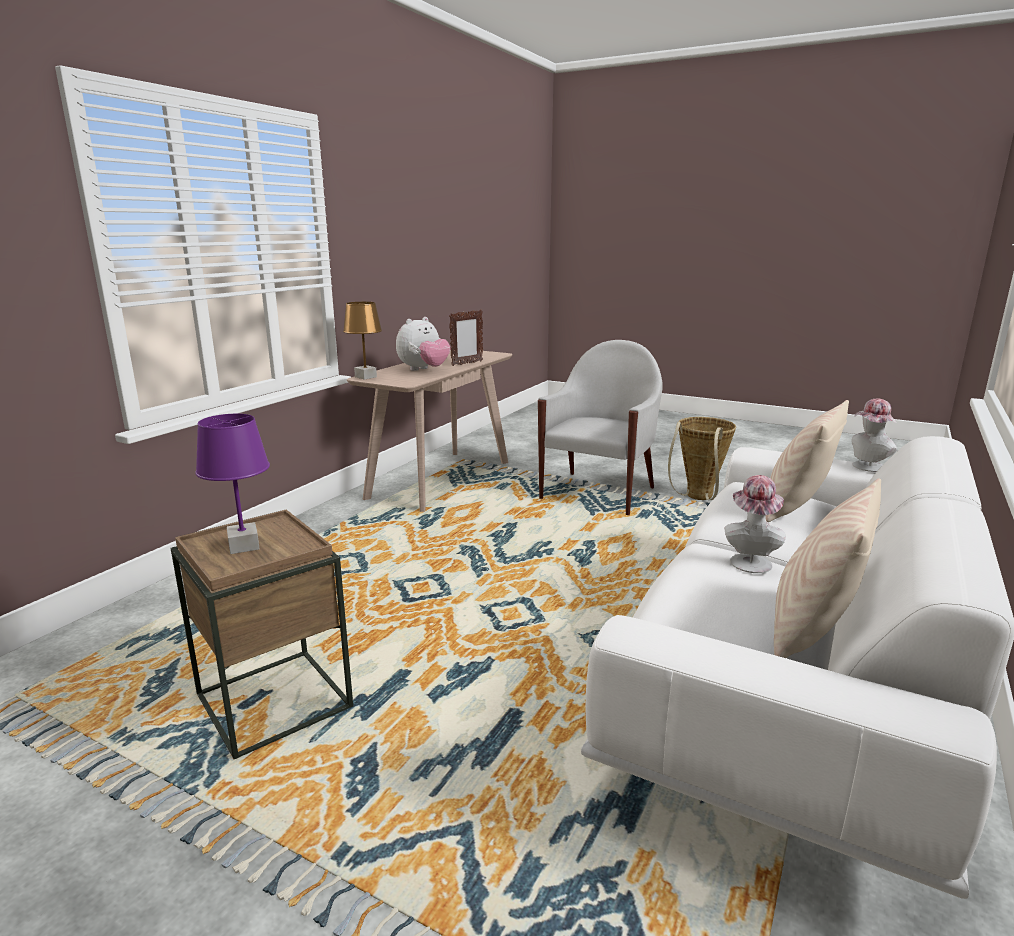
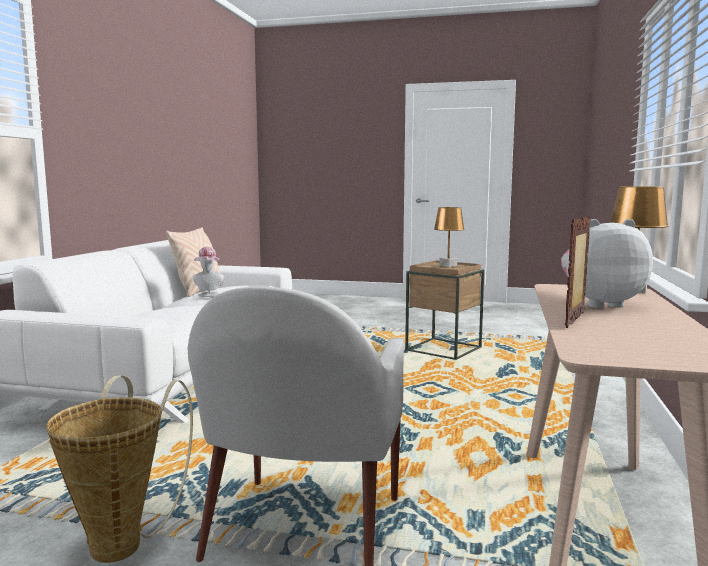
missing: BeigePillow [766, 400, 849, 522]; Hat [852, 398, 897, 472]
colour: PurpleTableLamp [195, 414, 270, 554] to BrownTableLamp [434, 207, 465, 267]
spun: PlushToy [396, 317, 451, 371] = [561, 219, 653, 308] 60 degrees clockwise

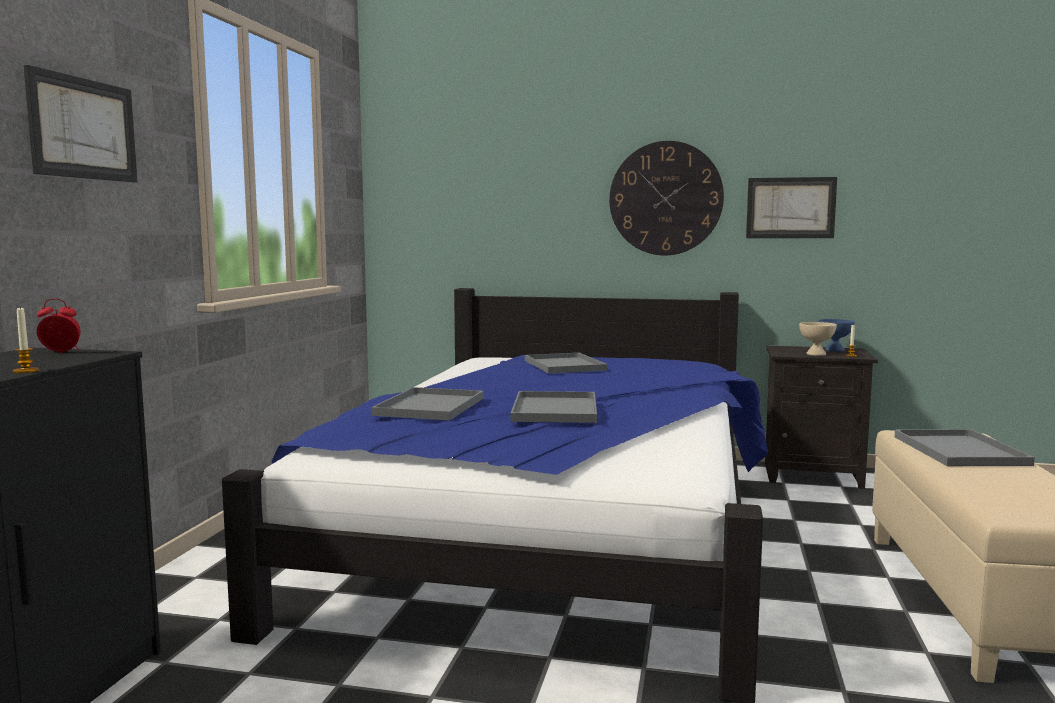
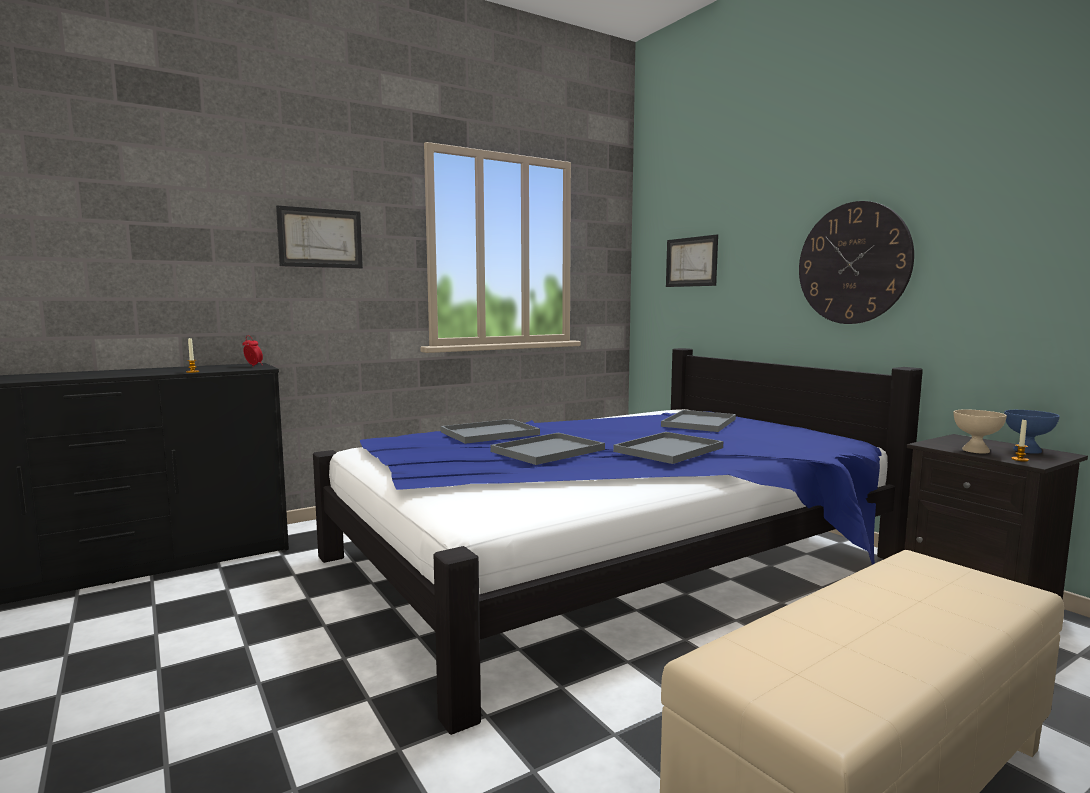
relocated: Picture [746, 177, 837, 238] to [666, 235, 718, 287]; GreyTray [895, 429, 1035, 466] to [613, 432, 723, 464]

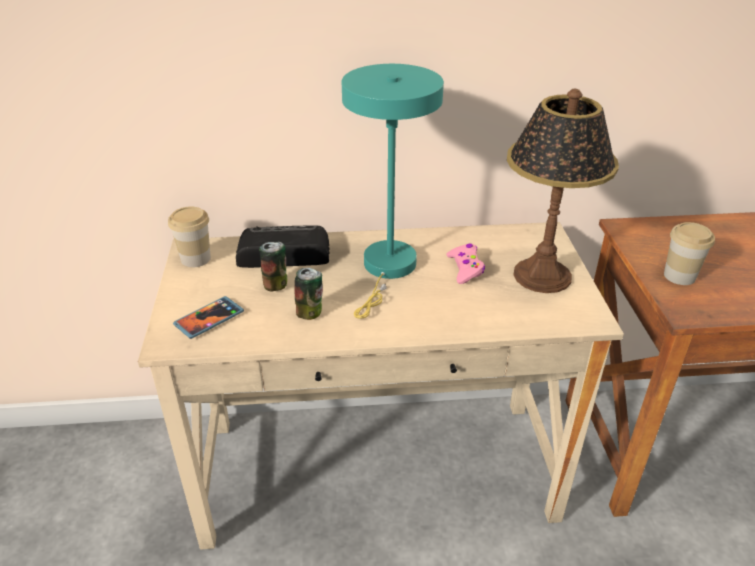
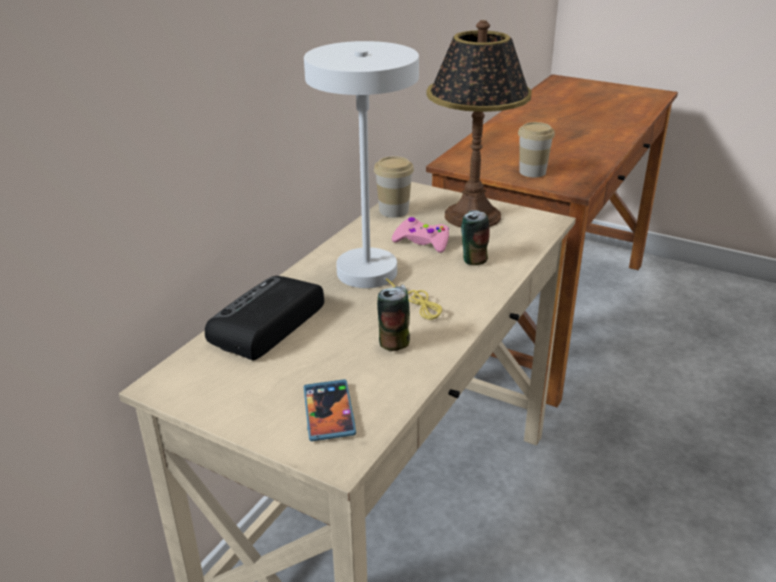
relocated: Cup [168, 206, 211, 267] to [374, 156, 414, 218]; Can [259, 242, 287, 291] to [461, 210, 490, 265]
colour: TurquoiseTableLamp [342, 64, 444, 319] to WhiteTableLamp [304, 41, 442, 320]

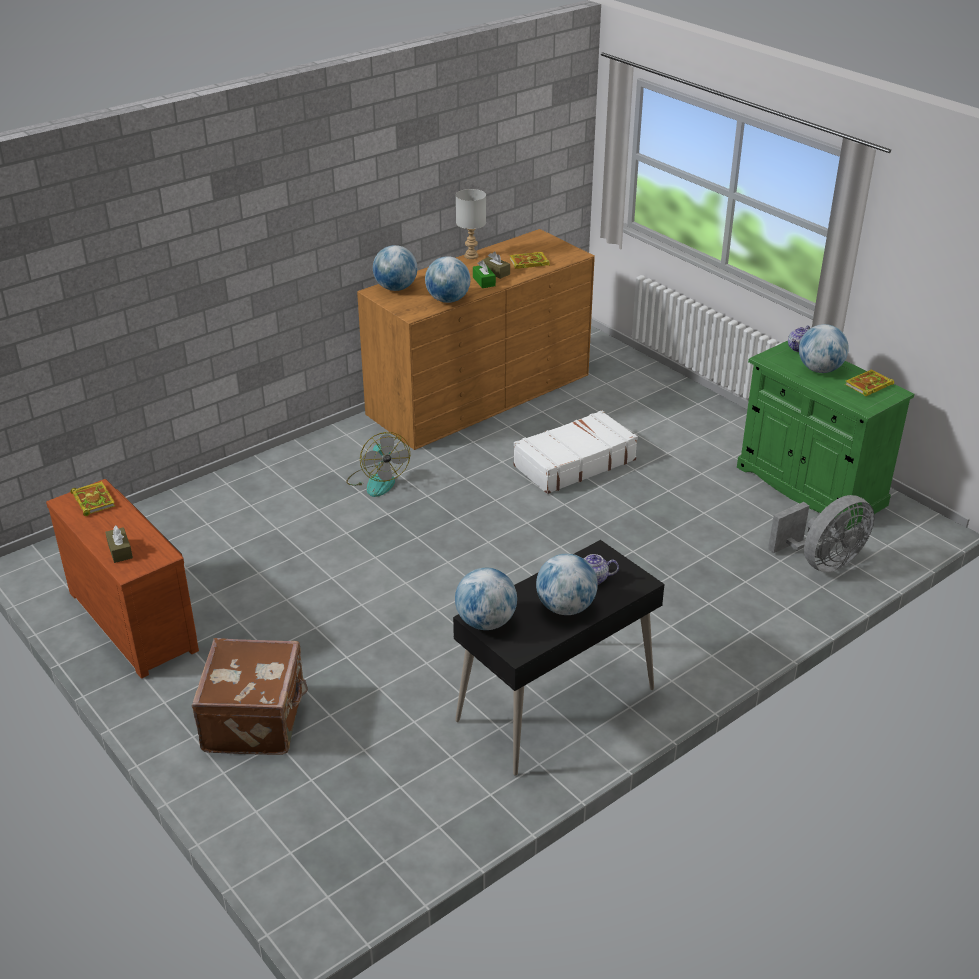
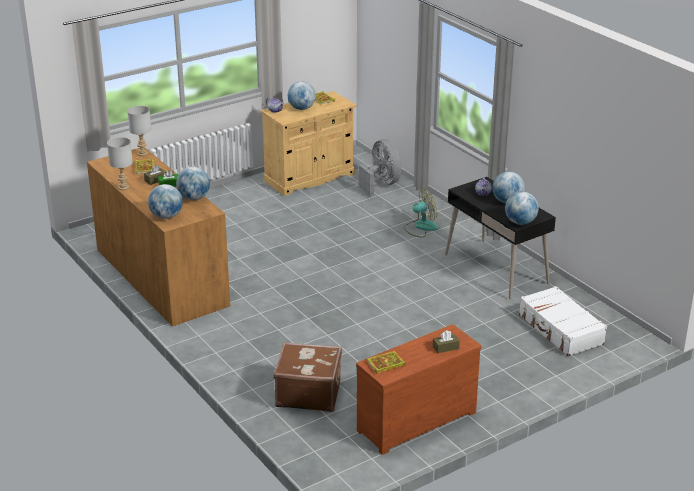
appeared: GreyTableLamp [127, 106, 152, 156]
relocated: BrownSuitcase [192, 638, 308, 755] to [274, 342, 342, 412]; Fan [346, 432, 410, 497] to [404, 189, 439, 237]; WhiteSuitcase [513, 410, 638, 494] to [519, 286, 607, 356]
colour: GreenCabinet [737, 341, 914, 530] to BeigeCabinet [260, 91, 356, 196]

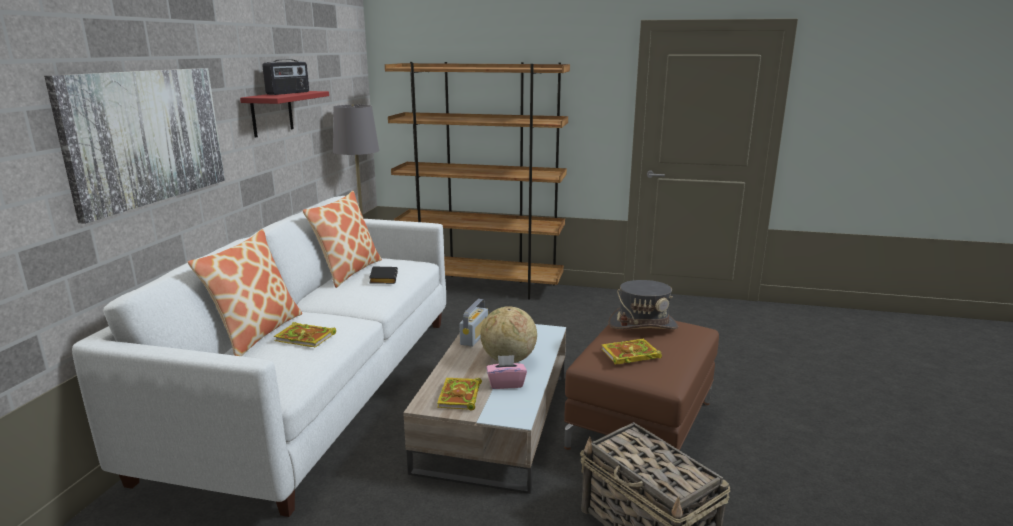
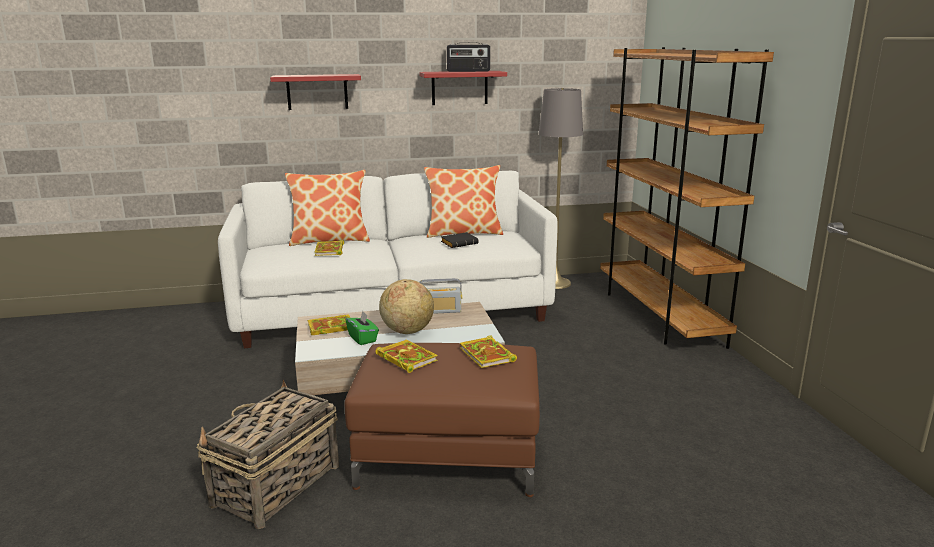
exchanged: Picture [44, 68, 225, 224] to RedShelf [270, 74, 361, 110]; GreyHat [608, 280, 679, 329] to Book [460, 335, 517, 368]
colour: PinkTissueBox [487, 355, 527, 389] to GreenTissueBox [346, 311, 379, 345]

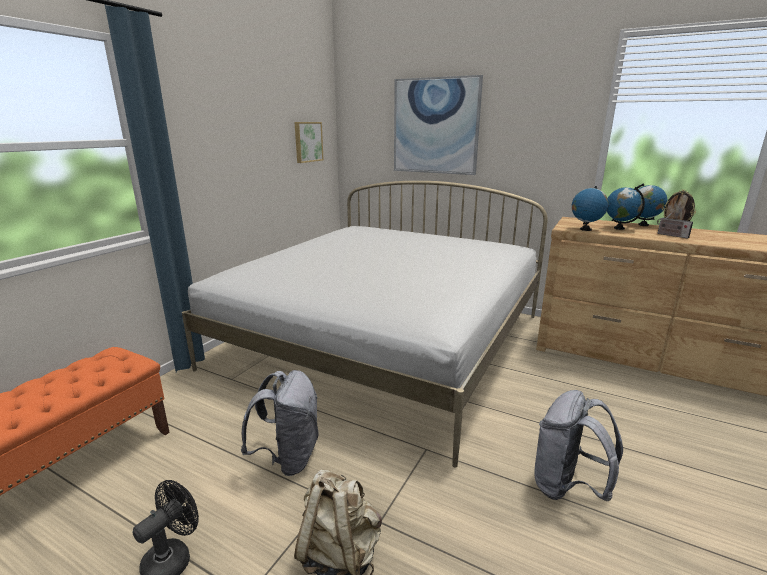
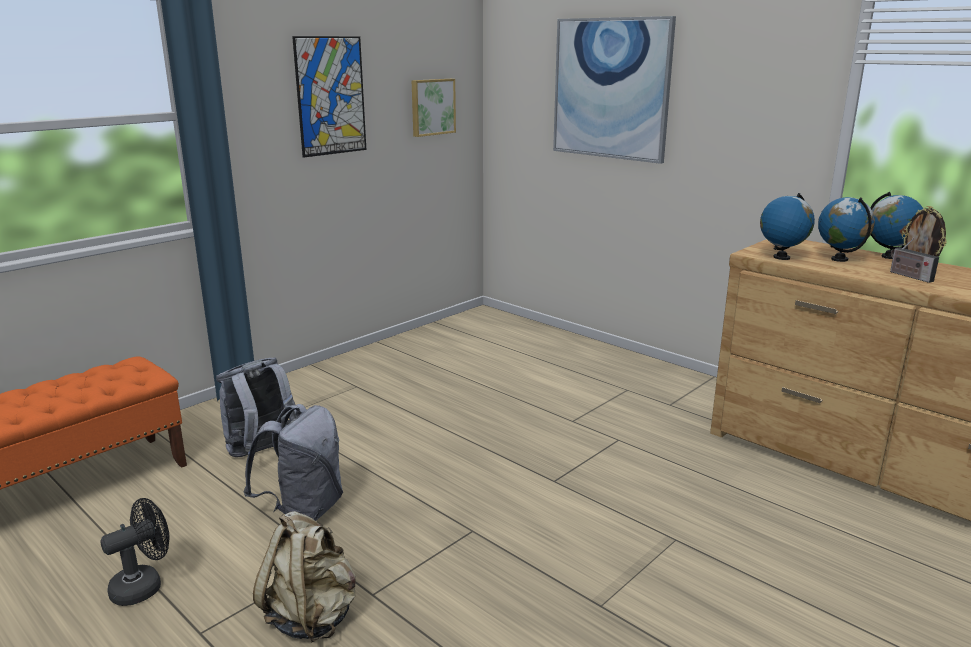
missing: WhiteBed [182, 181, 548, 467]
appeared: Picture [292, 36, 366, 157]
relocated: GreyBackpack [534, 390, 623, 501] to [216, 357, 296, 457]

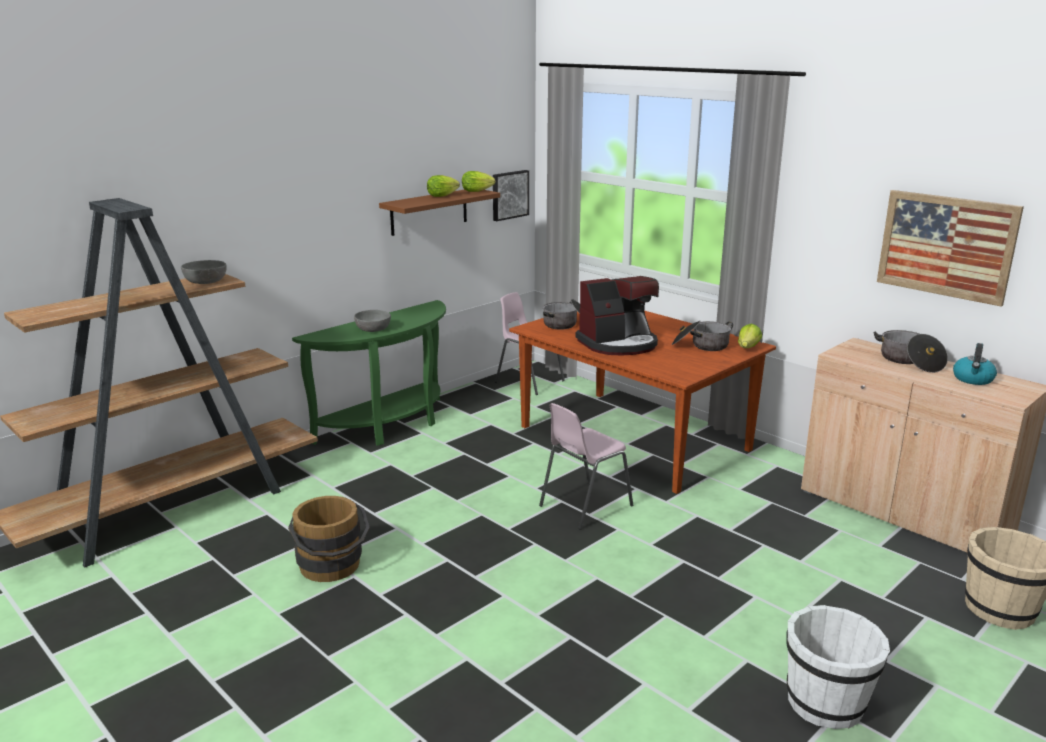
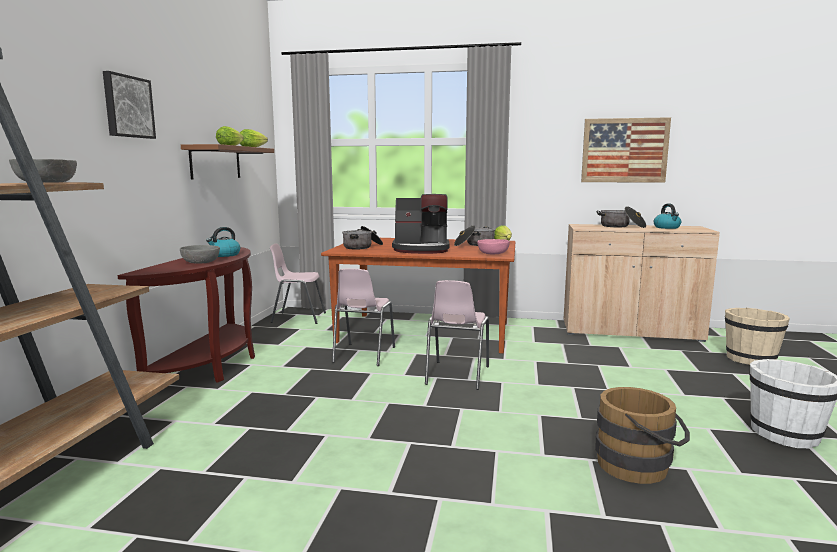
appeared: Kettle [206, 227, 240, 257]; PinkChair [332, 268, 395, 366]; PinkBowl [477, 239, 510, 254]
relocated: BrownBucket [288, 496, 370, 582] to [595, 387, 690, 484]; Picture [493, 170, 529, 221] to [103, 71, 156, 139]
colour: GreenConsoleTable [292, 300, 446, 446] to BrownConsoleTable [118, 247, 255, 383]
spun: CoffeeMachine [575, 276, 659, 356] = [392, 194, 449, 254] 60 degrees clockwise

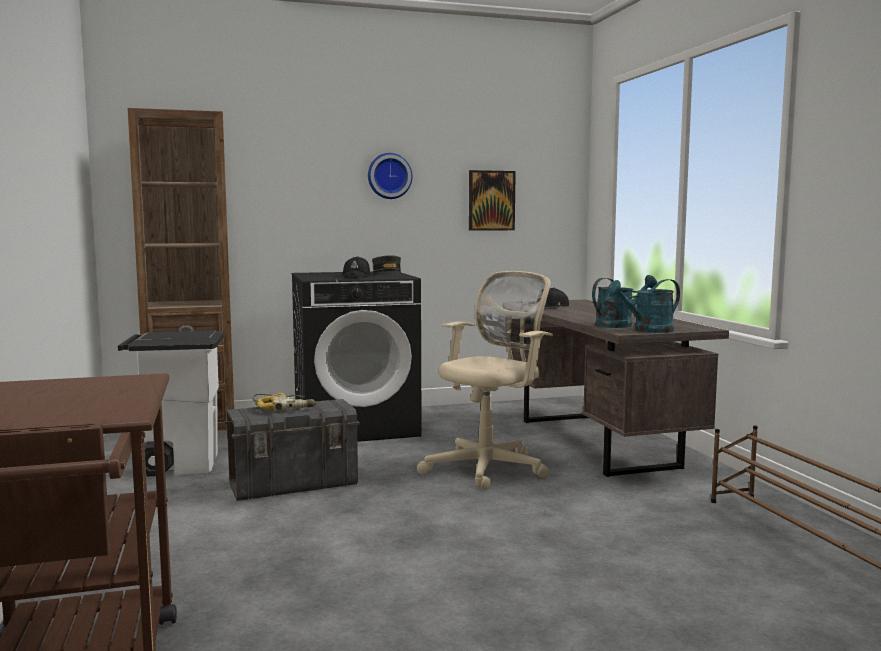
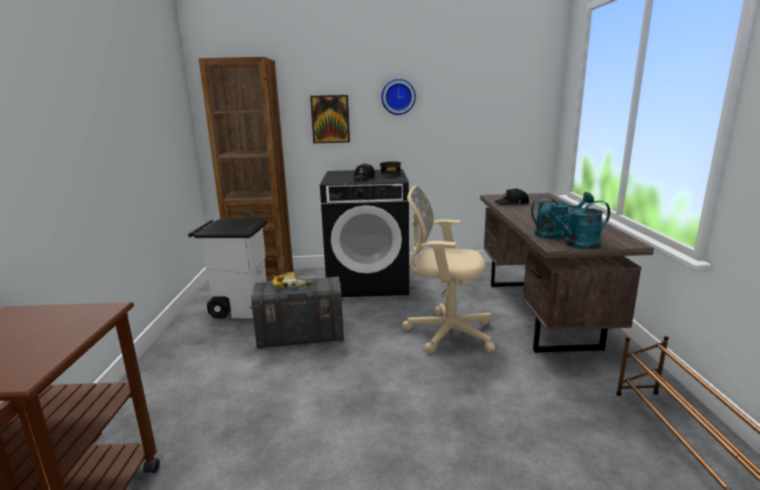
relocated: Picture [469, 170, 516, 231] to [310, 95, 350, 143]
spun: BeigeOfficeChair [417, 271, 553, 490] = [402, 185, 495, 354] 135 degrees counterclockwise

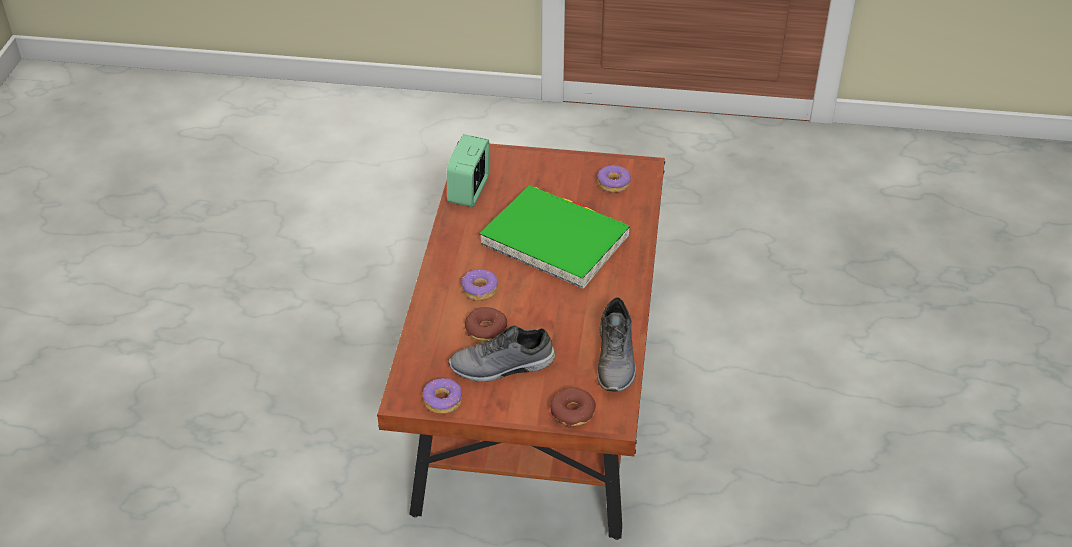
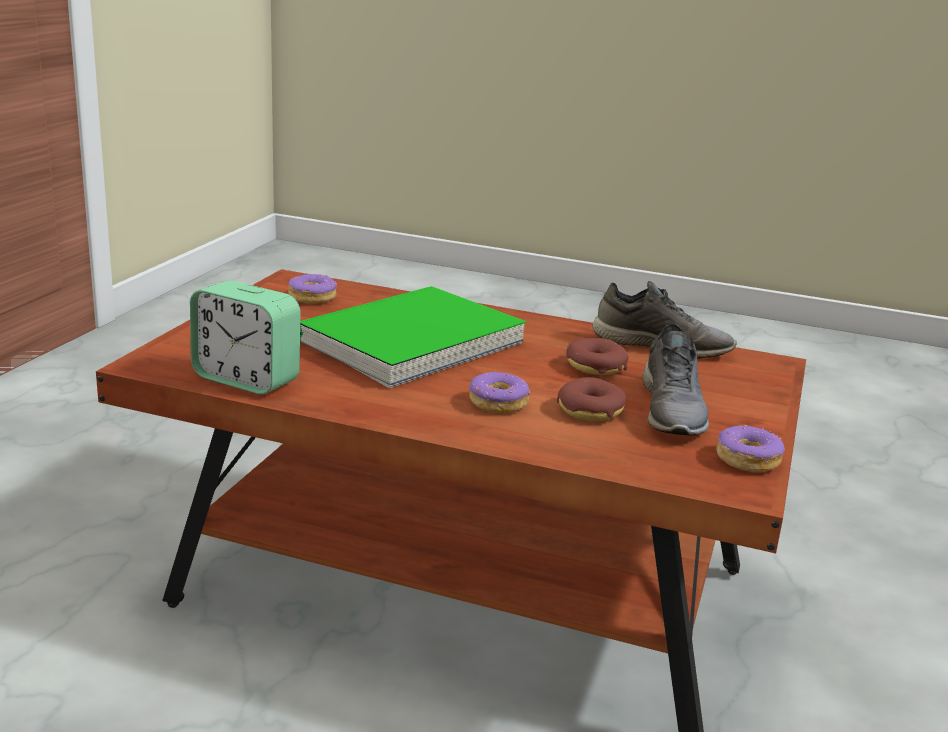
relocated: Donut [550, 387, 596, 428] to [566, 338, 629, 375]

